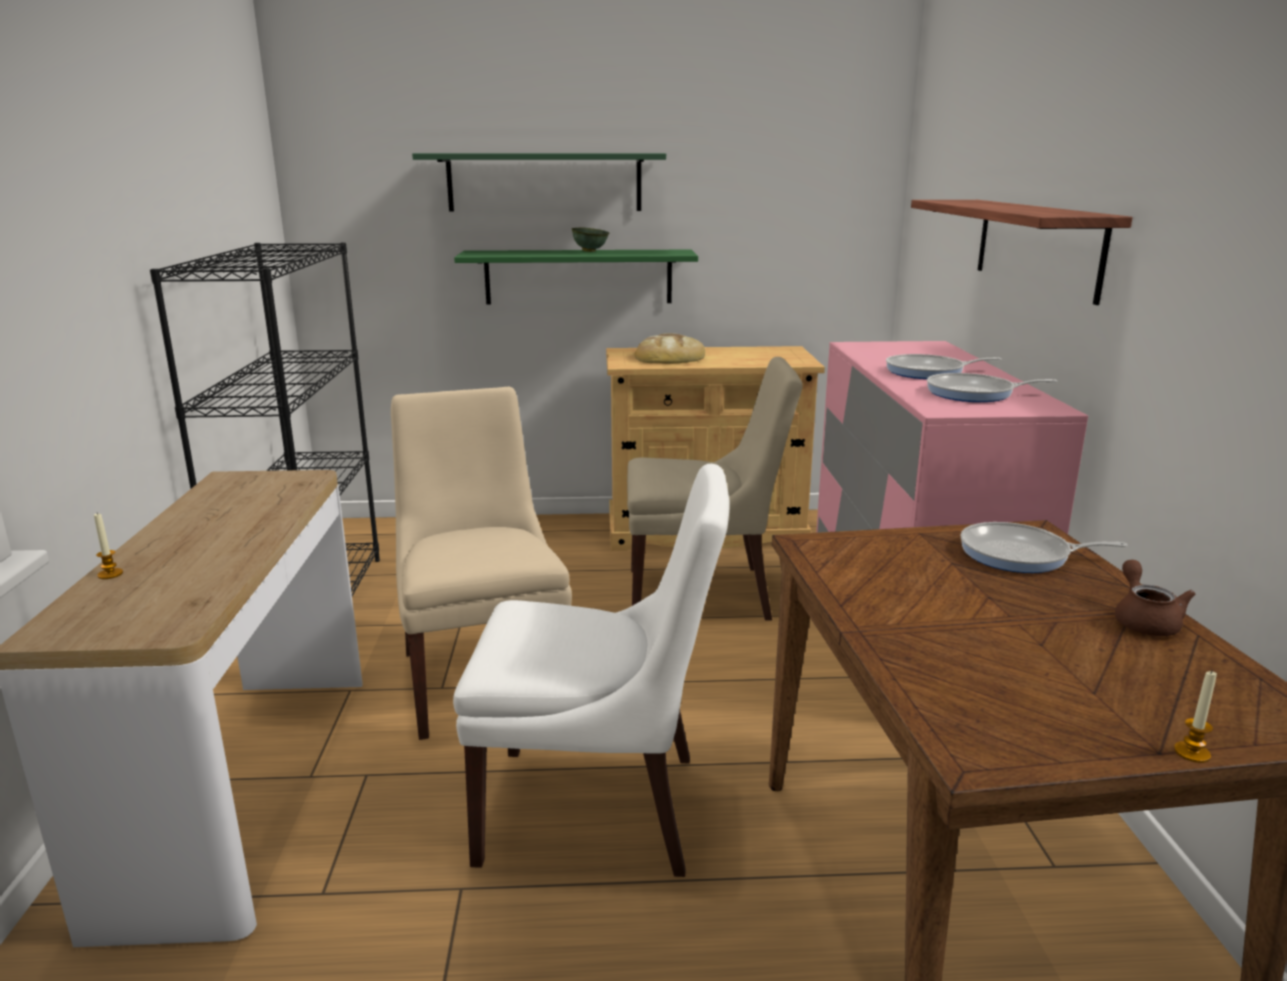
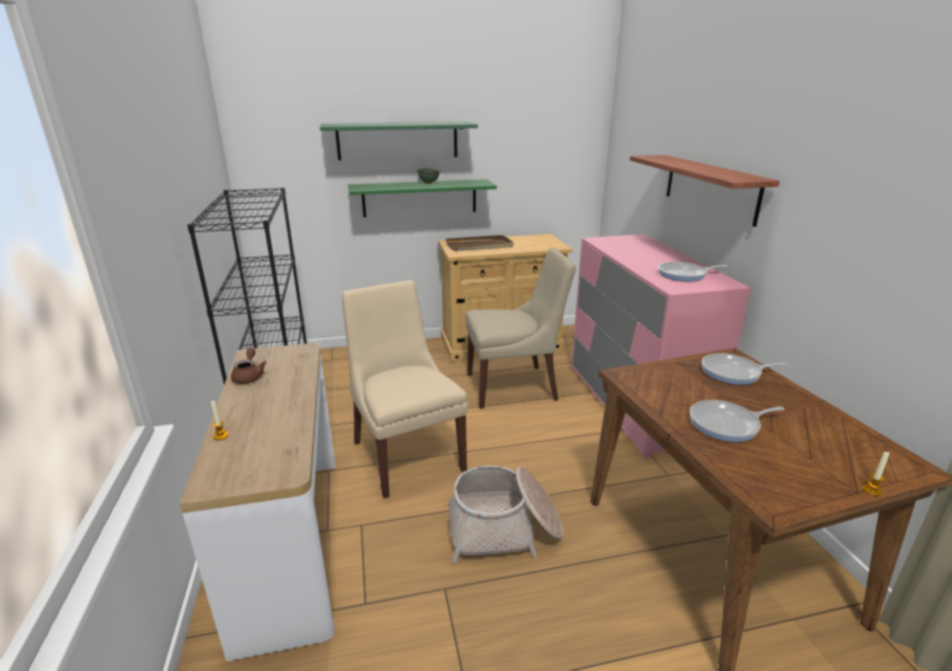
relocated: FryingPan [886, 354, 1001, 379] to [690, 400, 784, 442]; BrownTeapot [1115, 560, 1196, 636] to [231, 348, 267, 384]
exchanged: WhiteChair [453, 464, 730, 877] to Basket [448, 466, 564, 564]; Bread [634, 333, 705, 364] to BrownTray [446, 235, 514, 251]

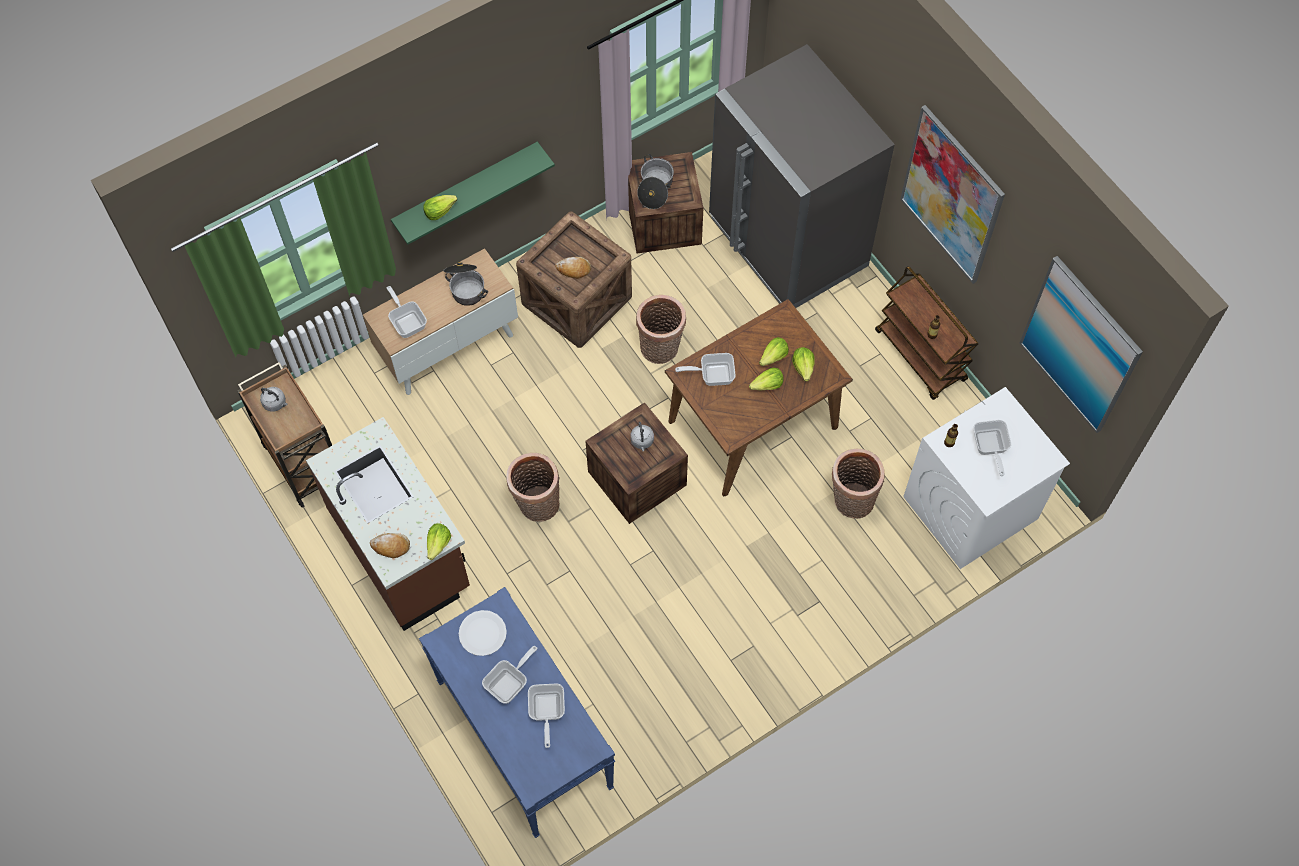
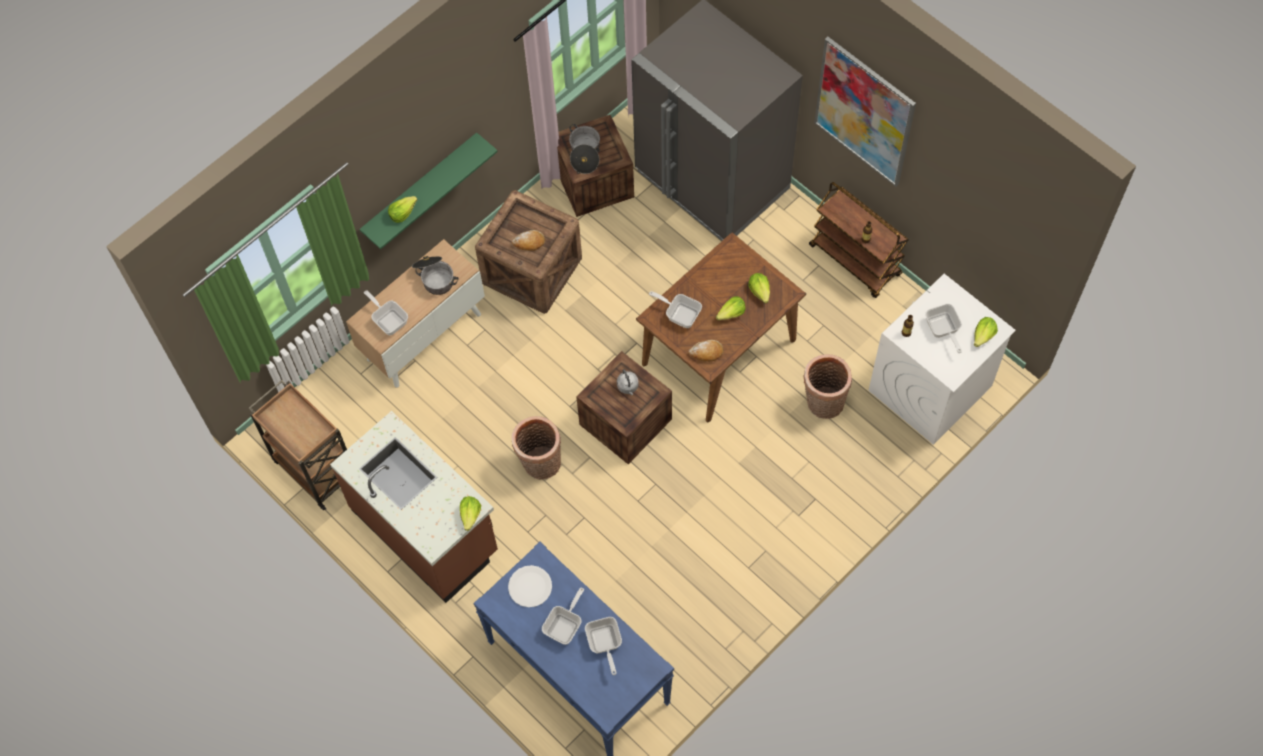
missing: GreyKettle [260, 387, 287, 412]; Basket [636, 295, 686, 364]; Picture [1020, 256, 1143, 433]
relocated: Bread [370, 533, 410, 558] to [688, 340, 724, 362]; Lettuce [759, 337, 789, 366] to [974, 317, 998, 347]
spun: FryingPan [675, 353, 735, 386] = [649, 291, 702, 328] 45 degrees clockwise

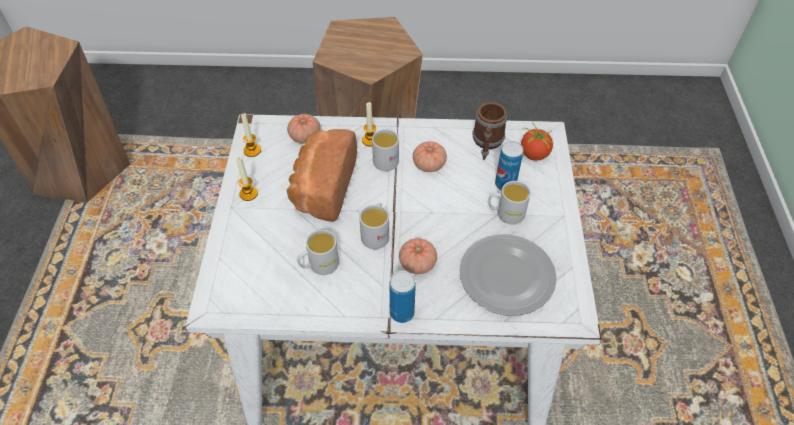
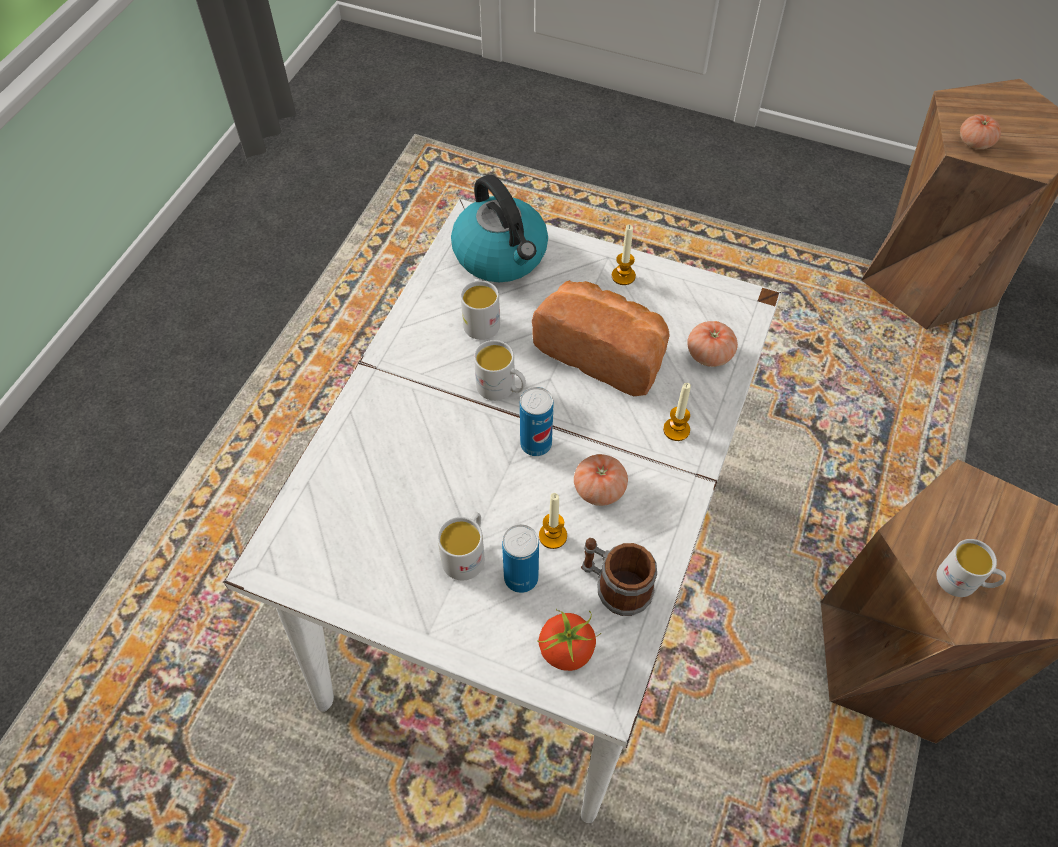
missing: Plate [460, 234, 557, 316]
appeared: Kettle [451, 175, 548, 282]
relocated: Candle [241, 113, 261, 157] to [539, 493, 567, 549]; WhiteMug [372, 129, 399, 171] to [936, 539, 1006, 597]; Can [389, 271, 416, 323] to [520, 387, 554, 456]; Tomato [399, 238, 437, 274] to [960, 114, 1001, 149]

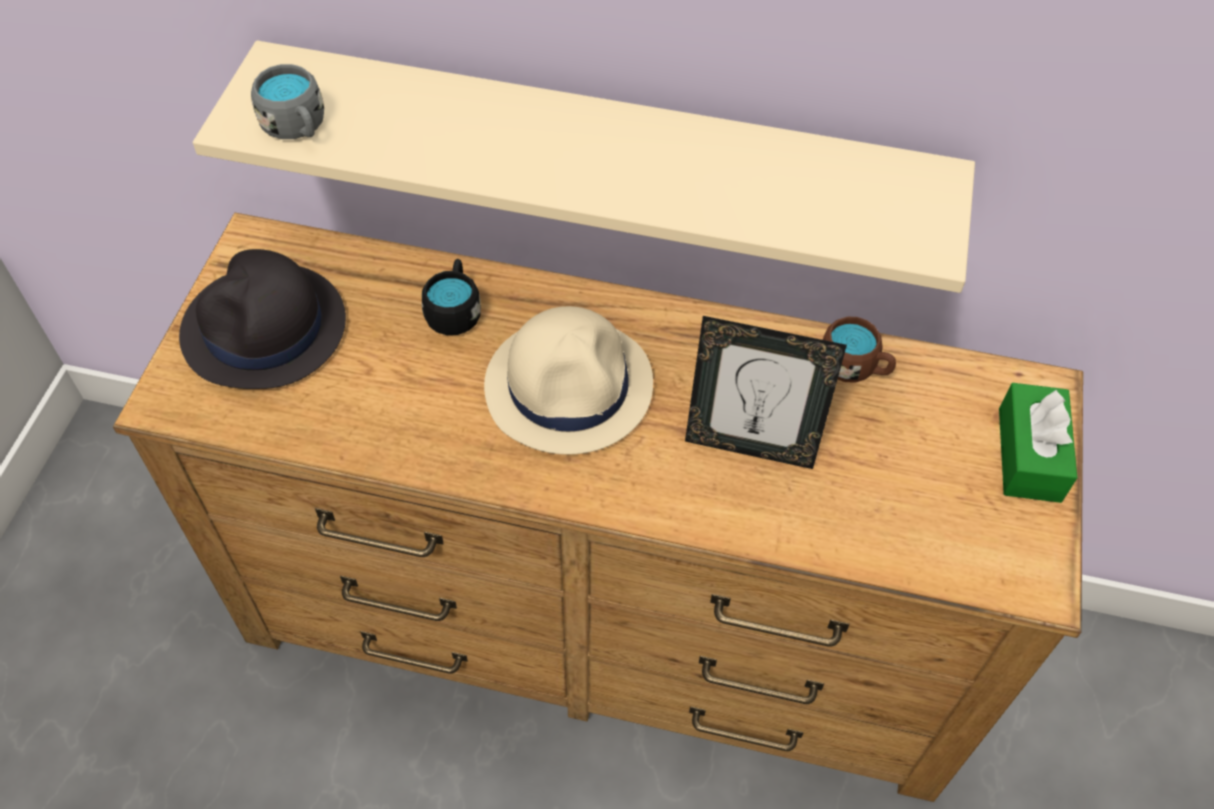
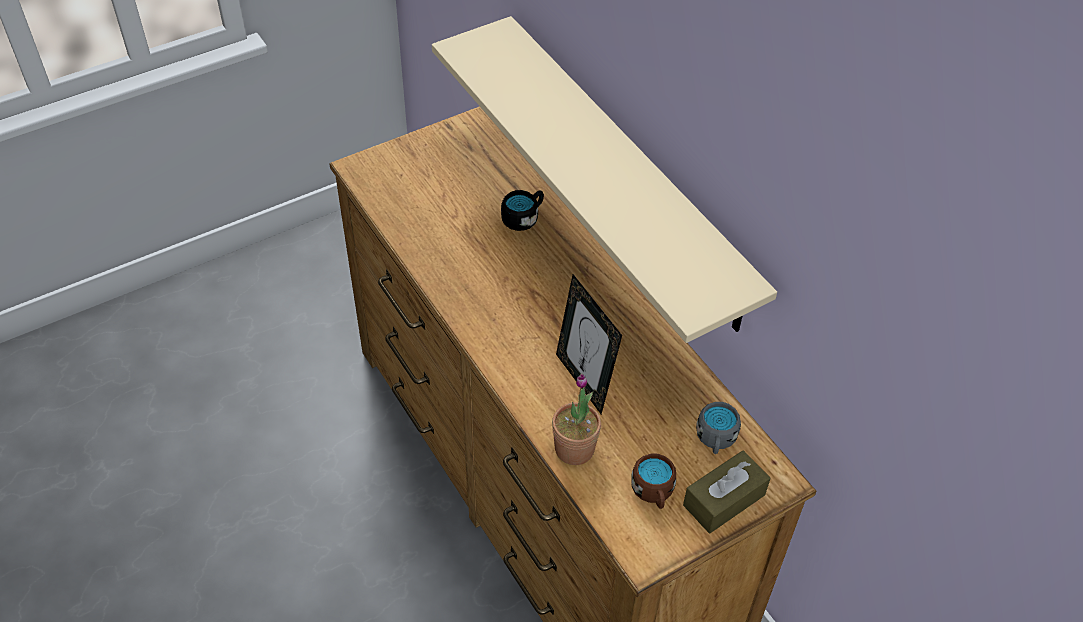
missing: BlackHat [179, 249, 346, 389]; BeigeHat [484, 306, 653, 455]
appeared: PottedPlant [552, 374, 601, 465]
relocated: GreyMug [251, 64, 324, 139] to [696, 402, 741, 454]; BrownMug [822, 317, 896, 383] to [631, 453, 676, 509]
colour: GreenTissueBox [999, 383, 1077, 503] to BrownTissueBox [683, 450, 771, 533]

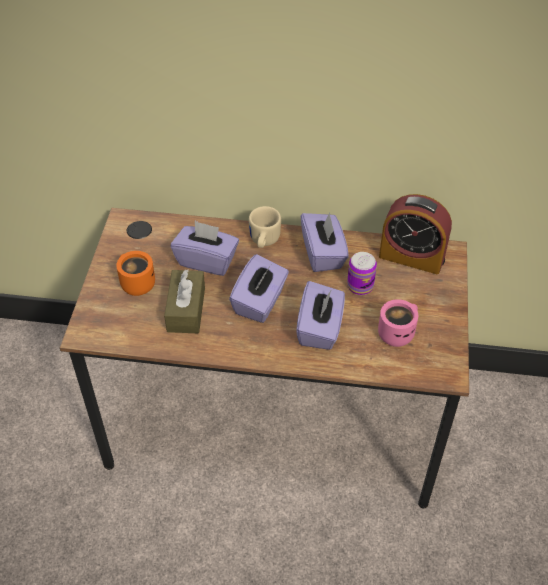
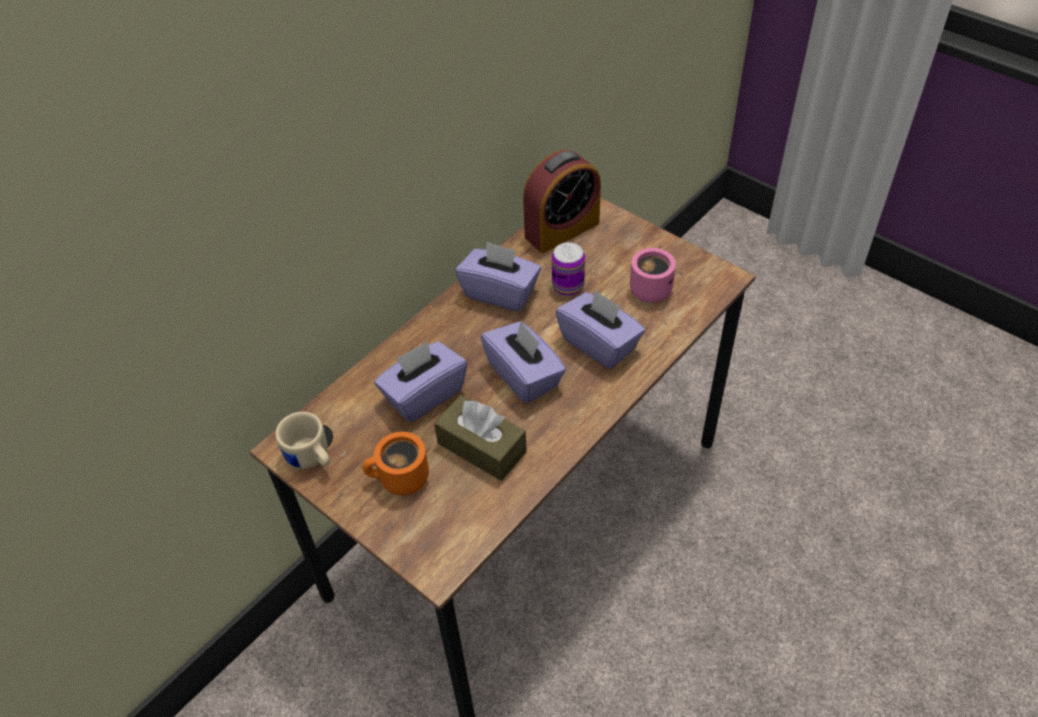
relocated: BeigeMug [249, 206, 281, 248] to [275, 412, 330, 469]

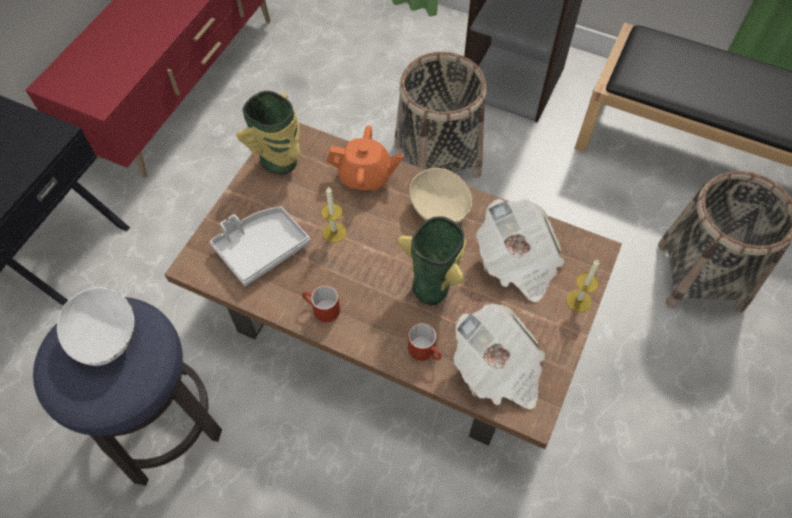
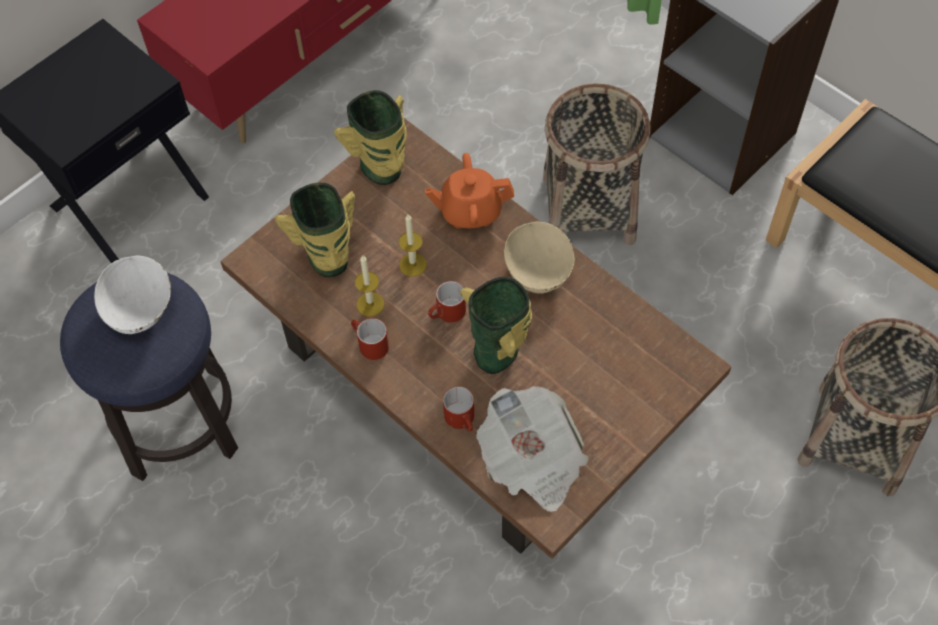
missing: Newspaper [476, 199, 565, 302]
appeared: RedMug [428, 281, 466, 323]
relocated: Candle [566, 260, 599, 312] to [355, 255, 384, 317]
exchanged: GreyTray [210, 207, 310, 286] to Vase [275, 183, 355, 278]
spun: OrangeTeapot [327, 126, 403, 191] = [425, 153, 514, 229] 150 degrees clockwise

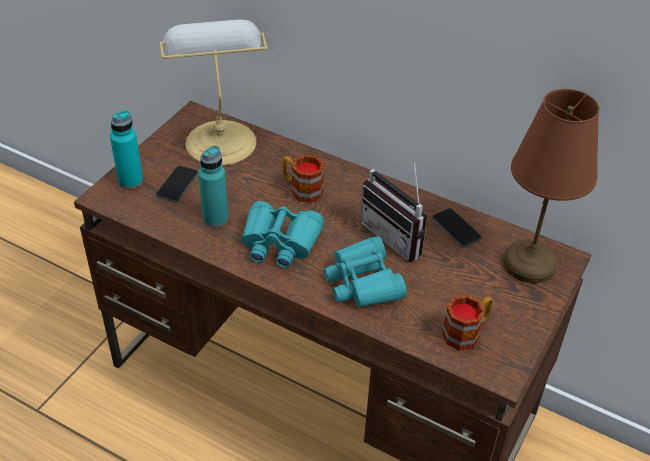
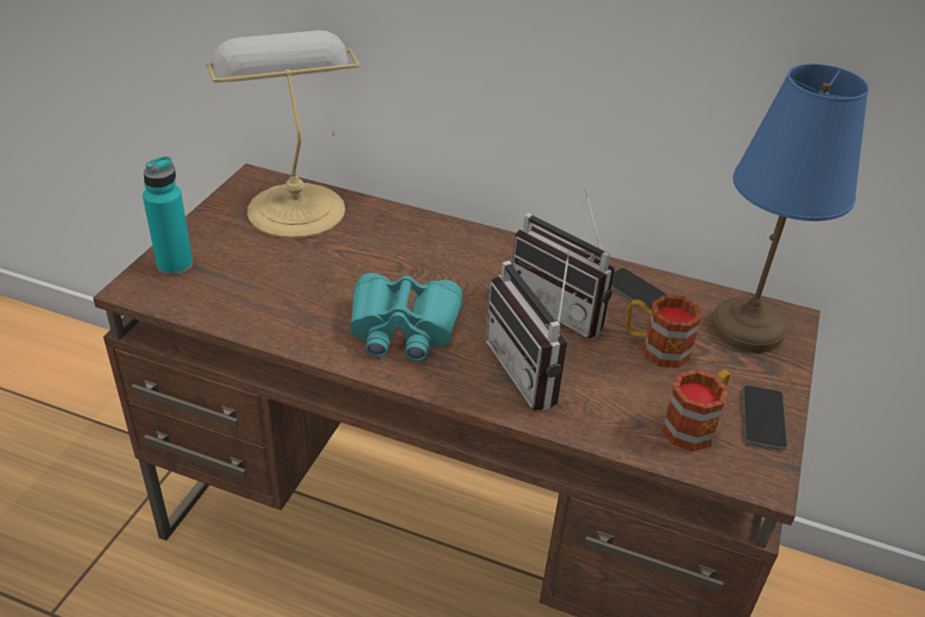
missing: TurquoiseBottle [198, 145, 228, 227]
relocated: Phone [156, 166, 198, 202] to [743, 385, 787, 450]; Mug [282, 155, 324, 203] to [626, 295, 702, 368]
exchanged: TurquoiseBinoculars [324, 236, 407, 308] to Radio [485, 251, 569, 411]
colour: BrownTableLamp [503, 89, 599, 284] to BlueTableLamp [711, 64, 869, 353]

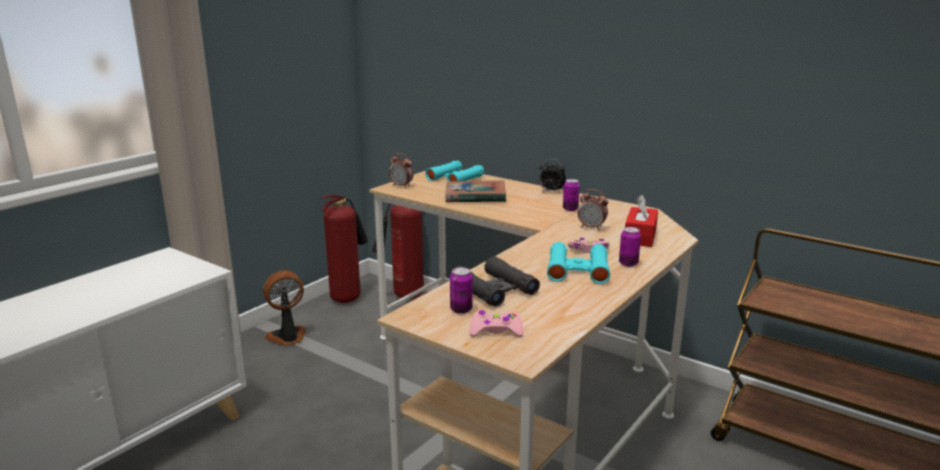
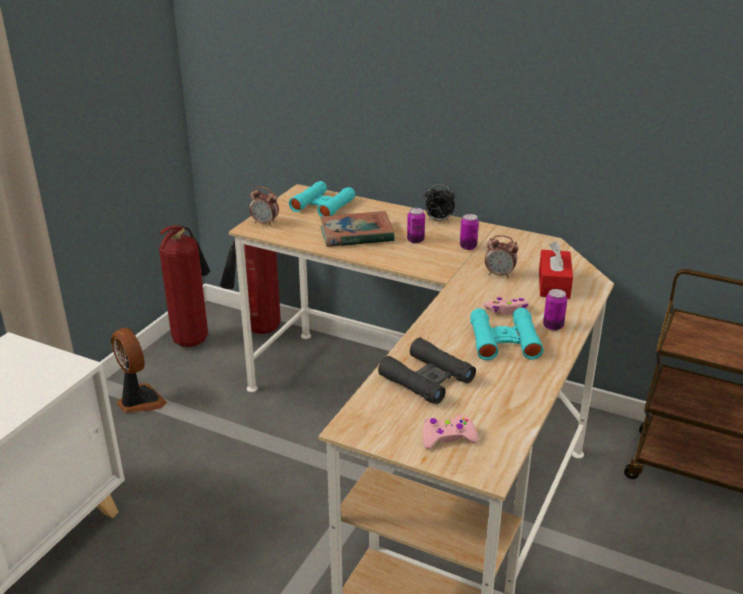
relocated: Can [450, 267, 473, 314] to [407, 208, 425, 243]
spun: Fan [263, 270, 306, 346] = [111, 328, 167, 413] 90 degrees clockwise

